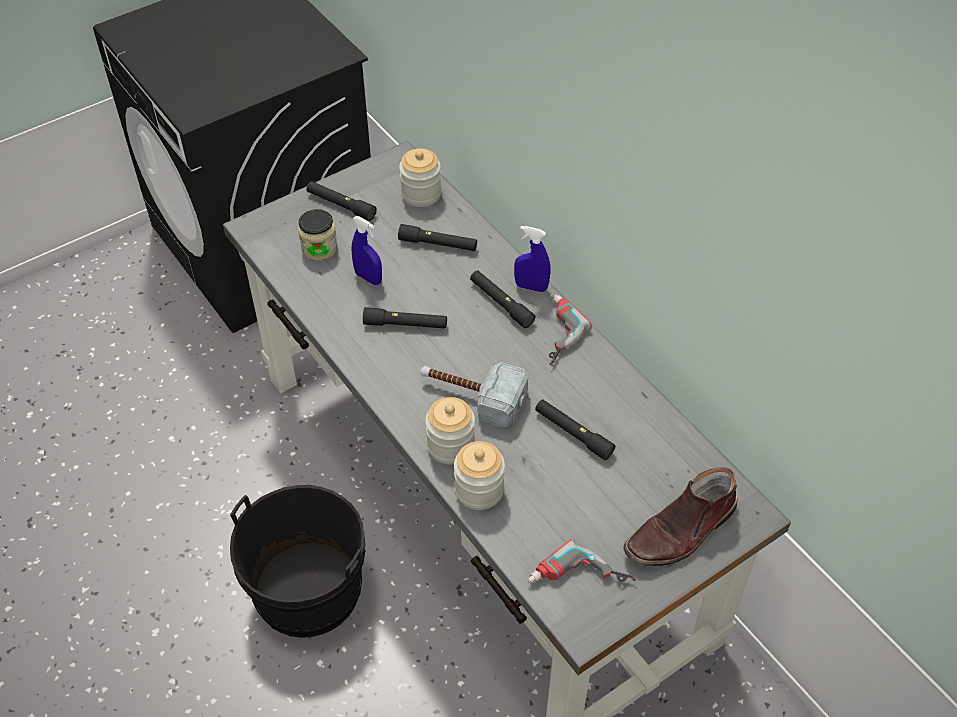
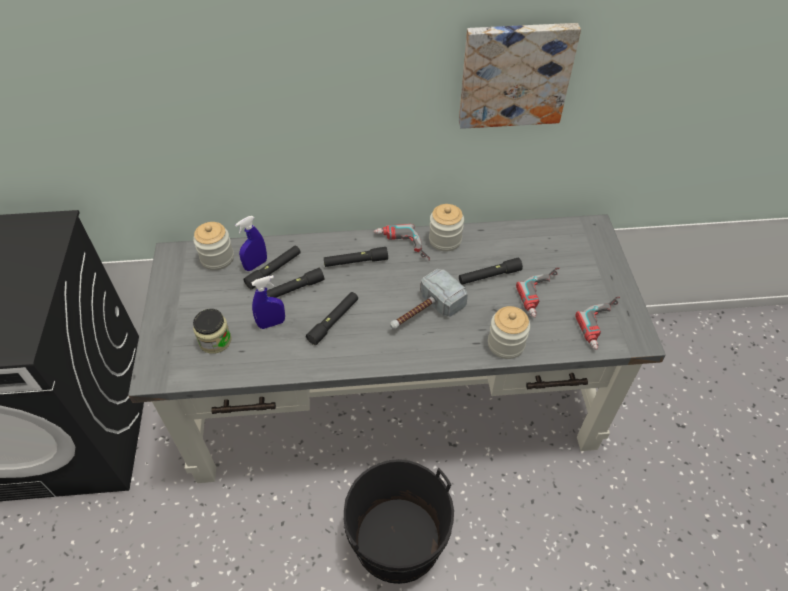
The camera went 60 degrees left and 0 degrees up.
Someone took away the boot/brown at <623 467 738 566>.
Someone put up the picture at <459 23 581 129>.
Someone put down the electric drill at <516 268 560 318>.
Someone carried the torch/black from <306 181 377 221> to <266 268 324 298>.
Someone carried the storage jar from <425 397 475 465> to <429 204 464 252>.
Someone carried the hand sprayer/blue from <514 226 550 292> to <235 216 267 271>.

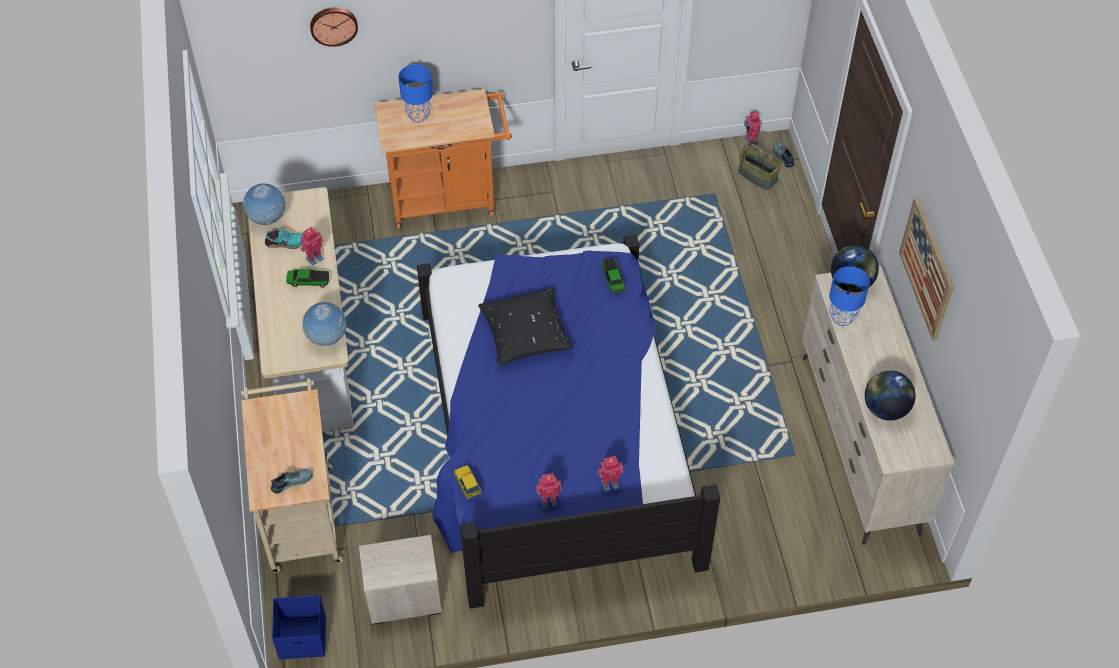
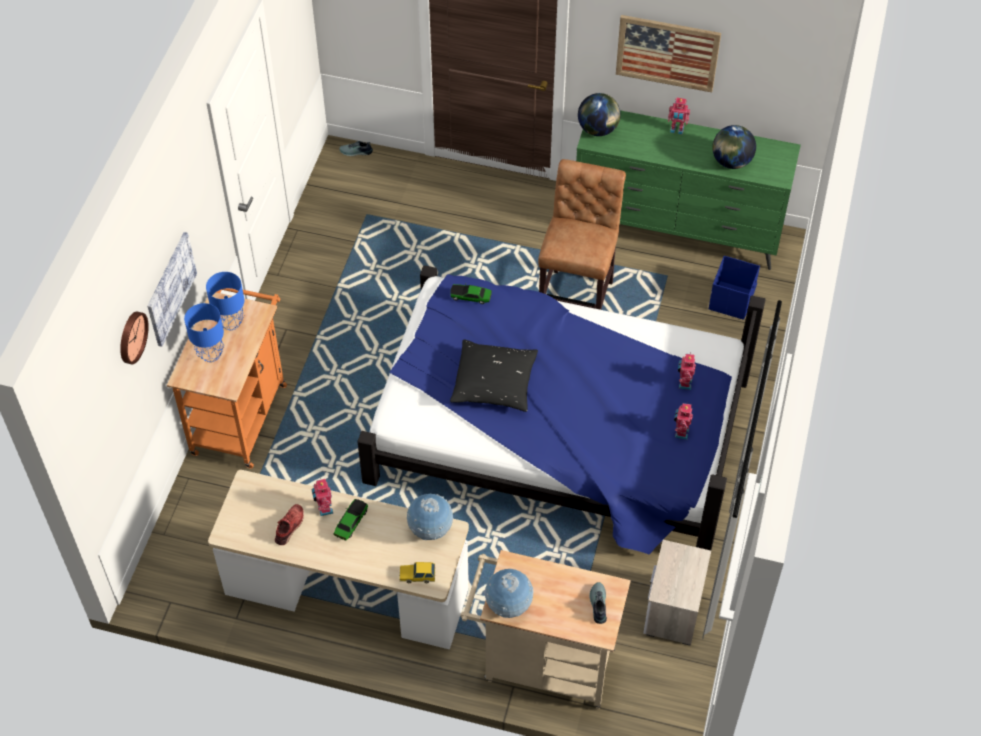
The camera went 65 degrees left and 0 degrees up.
Someone took away the basket at <738 131 781 190>.
Someone put up the picture at <147 232 197 347>.
Someone put down the stool/brown at <538 159 626 310>.
Someone carried the desk globe from <243 183 286 225> to <484 569 534 618>.
Someone carried the storage box/blue from <272 595 326 659> to <709 256 760 320>.
Someone carried the toy car from <454 465 482 499> to <400 562 435 583>.
Someone carried the toy robot from <744 110 761 146> to <668 98 690 135>.
Someone carried the tabletop lamp/blue from <829 266 870 326> to <206 272 245 330>.
Someone repainted the low shoe/turquoise at <265 229 303 249>, which became the low shoe/red at <275 504 304 545>.
Someone repainted the drawer chest/sand-coloured at <802 266 955 545>, which became the drawer chest/greenish at <576 110 801 270>.

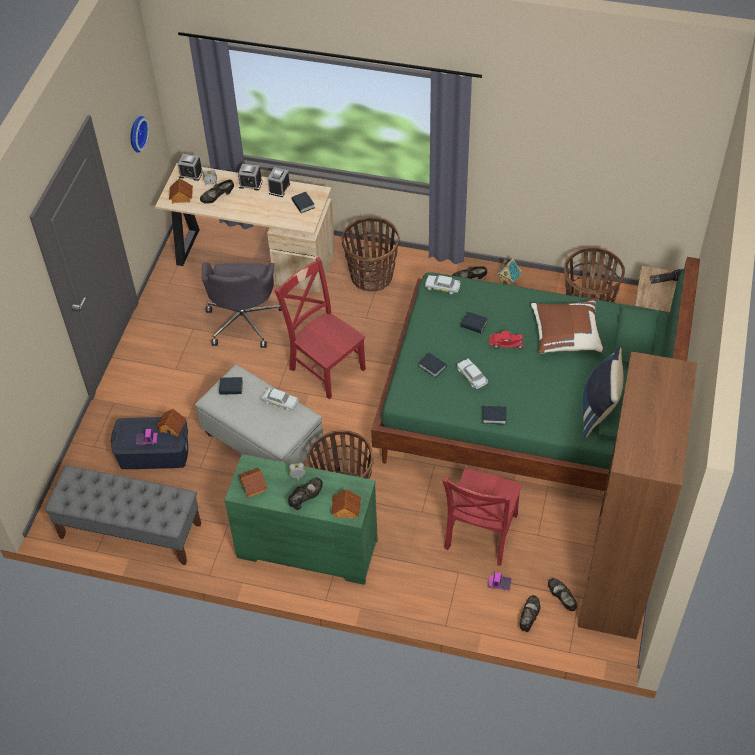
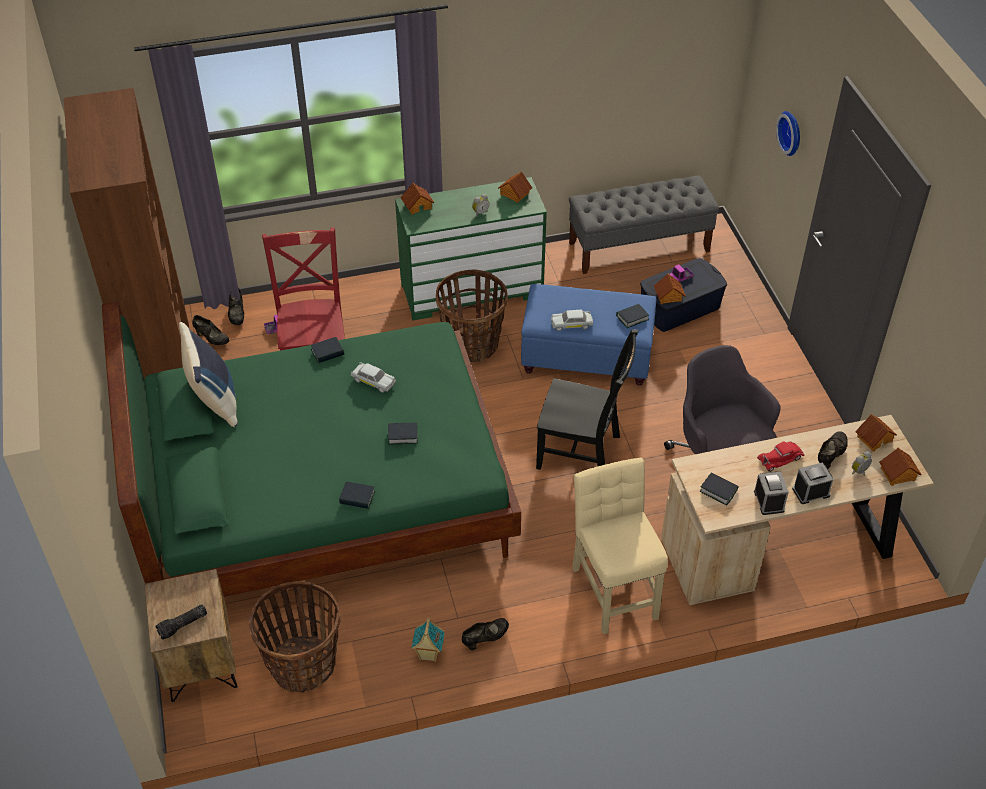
The camera went 150 degrees right and 5 degrees down.
Someone took away the low shoe/black at <288 478 323 510>.
Someone took away the toy car/whitish at <425 275 460 294>.
Someone took away the pillow/brown at <531 298 604 354>.
Someone carried the wall clock from <131 116 149 153> to <776 111 800 156>.
Someone carried the book from <418 353 447 378> to <339 482 375 509>.
Someone carried the toy car/red from <489 331 524 349> to <757 442 804 472>.
Someone swapped the table clock at <177 154 203 181> for the toy house at <879 448 922 486>.
Someone swapped the basket at <342 217 400 292> for the upright chair/sand-coloured at <572 458 668 634>.
Someone repainted the footrest/greyish at <195 364 323 464>, which became the footrest/blue at <521 284 656 386>.
Someone repainted the upright chair/red at <274 257 366 399>, which became the upright chair/black at <536 329 638 470>.

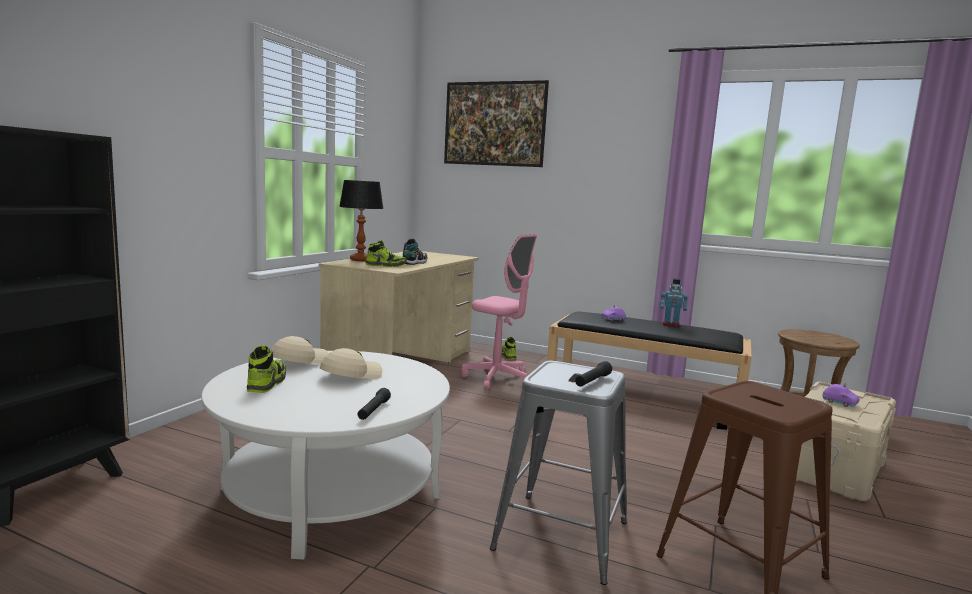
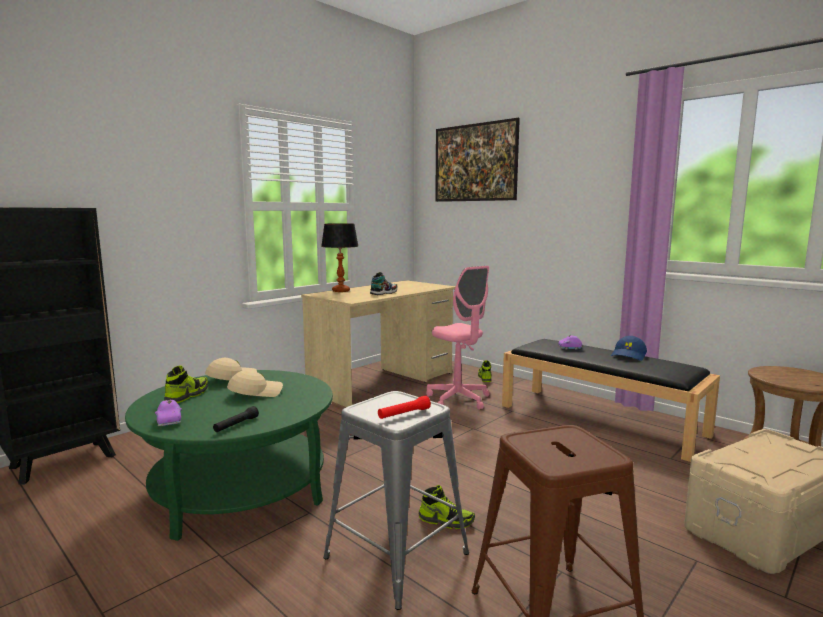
The camera went 20 degrees right and 0 degrees up.
Someone carried the low shoe from <365 240 407 267> to <419 485 475 529>.
Someone carried the toy car/purplish from <822 384 860 407> to <155 400 182 426>.
Someone swapped the toy robot at <660 279 688 327> for the cap/blue at <611 336 647 361>.
Someone repainted the lounge table/whitish at <202 351 450 559>, which became the lounge table/greenish at <125 370 333 541>.
Someone repainted the torch/black at <575 361 612 387>, which became the torch/red at <378 395 431 419>.

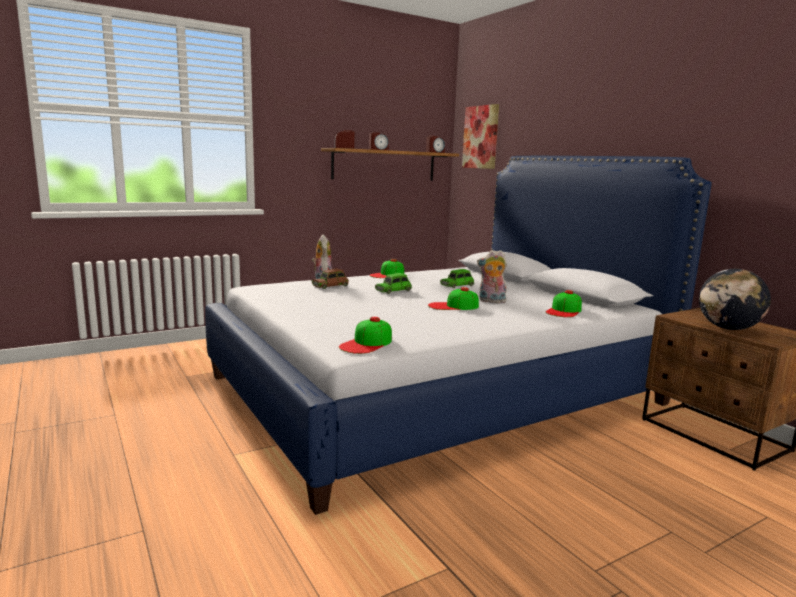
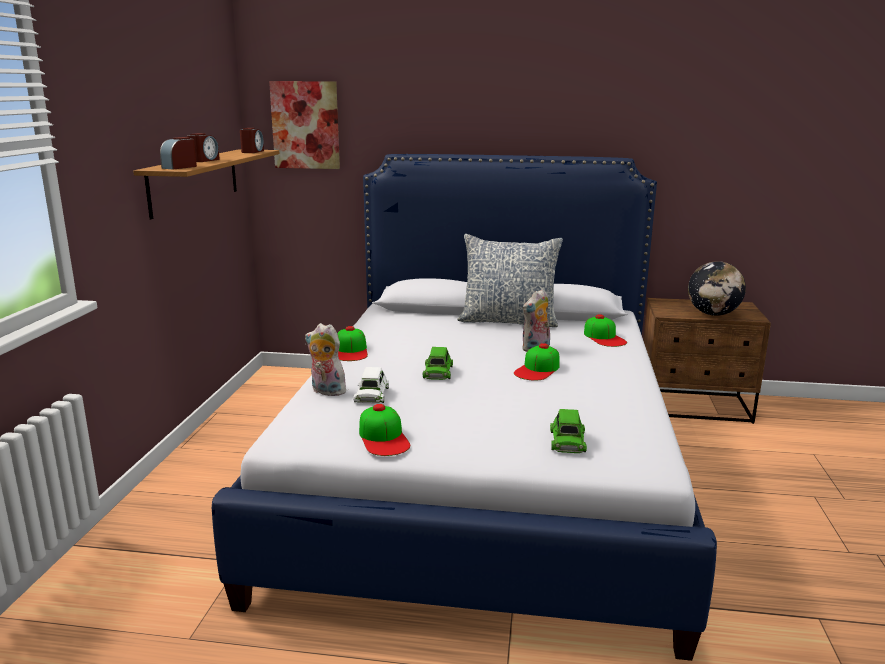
The camera went 50 degrees left and 5 degrees up.
Someone put down the pillow at <457 234 563 327>.
Someone carried the cap from <339 317 392 354> to <359 404 410 456>.
Someone carried the toy car/greenish from <440 269 474 288> to <550 409 587 453>.
Someone repainted the toy car/brown at <312 268 349 289>, which became the toy car/whitish at <353 367 389 404>.

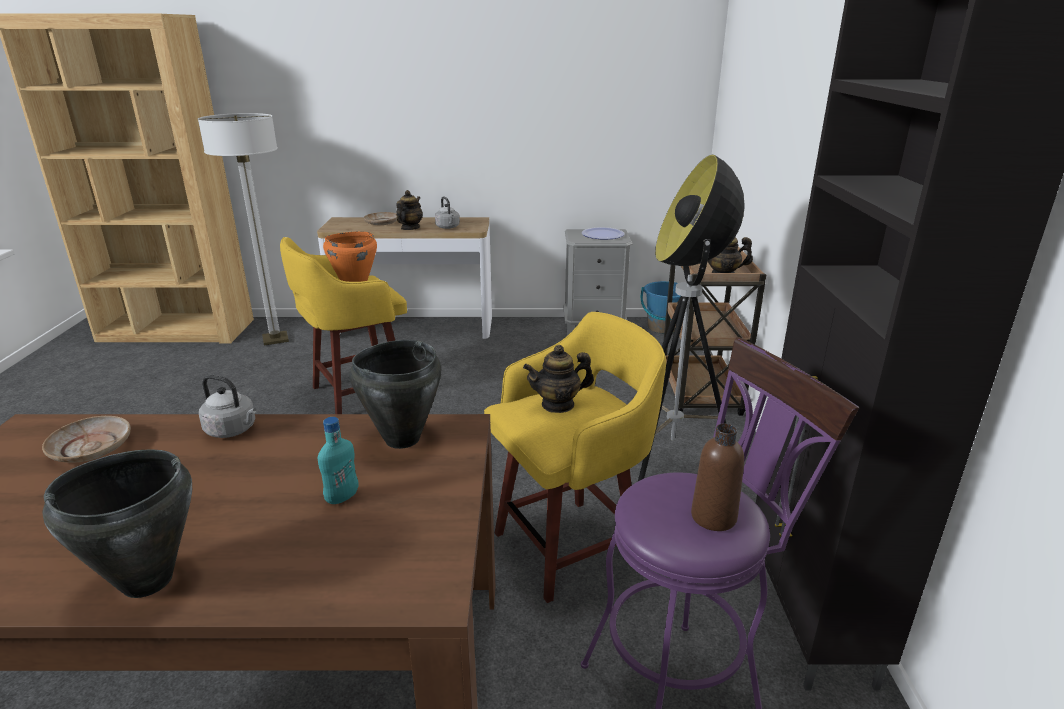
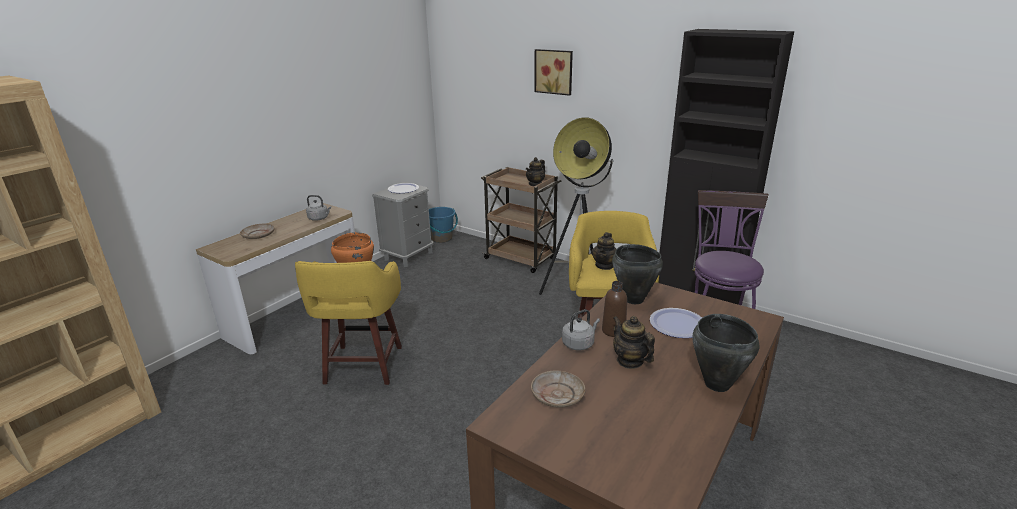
The camera went 55 degrees left and 0 degrees up.
Someone took away the standard lamp at <198 113 289 346>.
Someone put up the picture at <534 49 573 96>.
Someone carried the teapot from <396 190 423 230> to <613 316 655 369>.
Someone carried the bottle/brown from <691 423 744 531> to <602 281 627 337>.
Someone swapped the bottle/turquoise at <318 417 359 504> for the dinner plate at <650 308 702 338>.

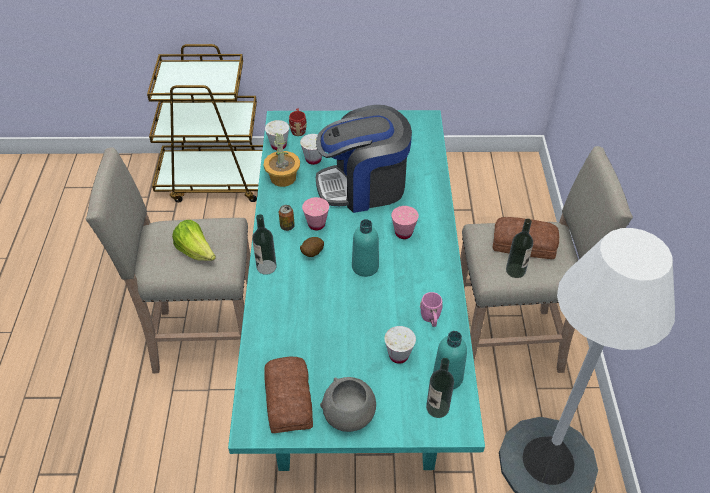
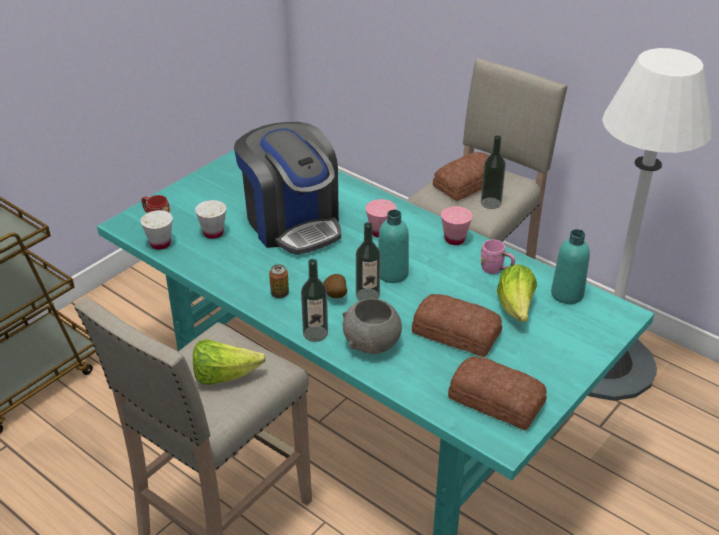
The camera went 50 degrees left and 10 degrees down.
Someone took away the potted plant at <264 133 300 187>.
Someone put down the bakery bread at <412 294 502 357>.
Someone carried the small cup/pink from <302 197 329 230> to <441 206 472 245>.
Someone carried the bowl/greyish from <320 377 376 432> to <343 298 402 354>.
Someone carried the bottle from <426 358 454 418> to <356 222 381 301>.
Someone swapped the small cup/whitish at <384 326 416 364> for the head of lettuce at <497 264 537 322>.
Someone rotated the coffee machine at <316 105 412 213> by 60 degrees counterclockwise.

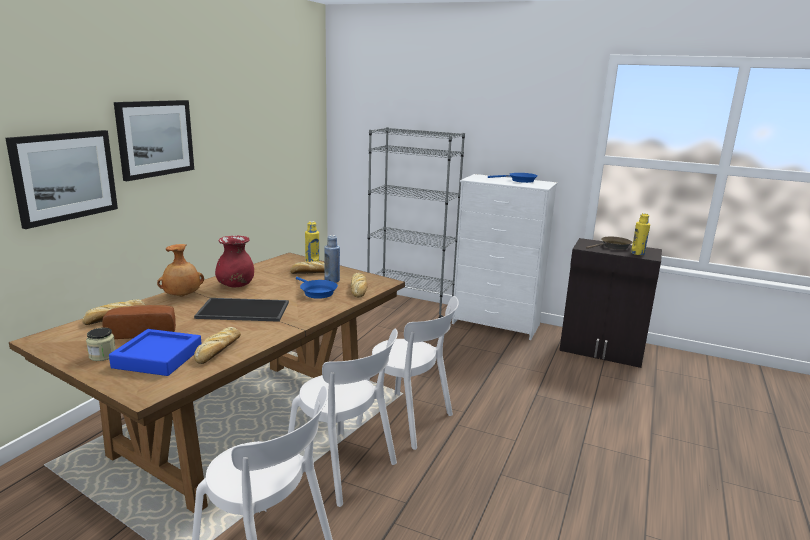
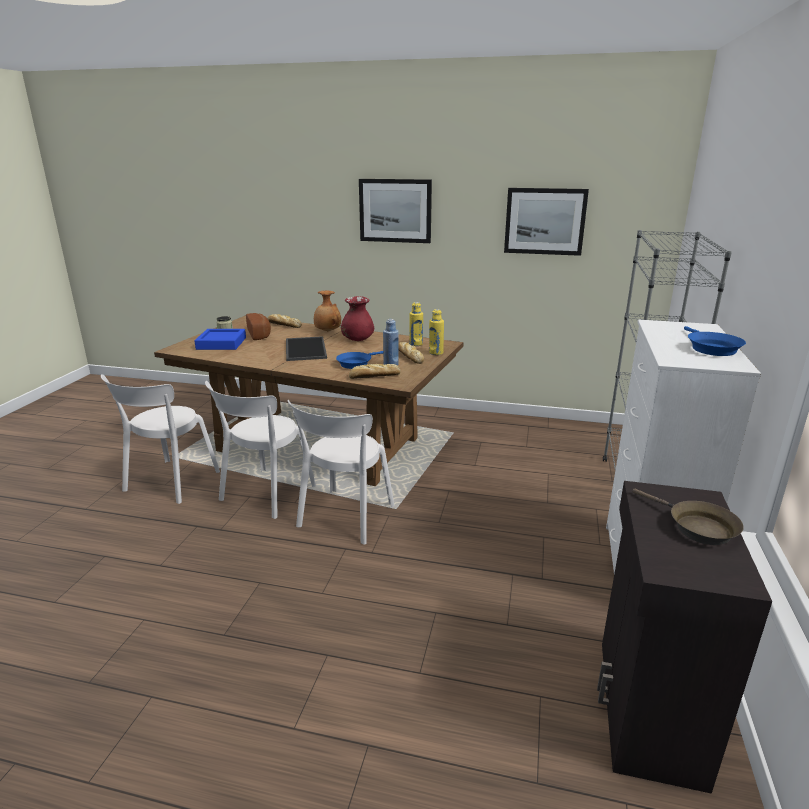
The camera went 80 degrees right and 5 degrees up.
Someone took away the bakery bread at <194 327 241 364>.
Someone carried the picture from <5 130 118 229> to <504 188 589 256>.
Someone carried the bottle/yellow-coloured from <631 213 650 255> to <409 302 423 346>.

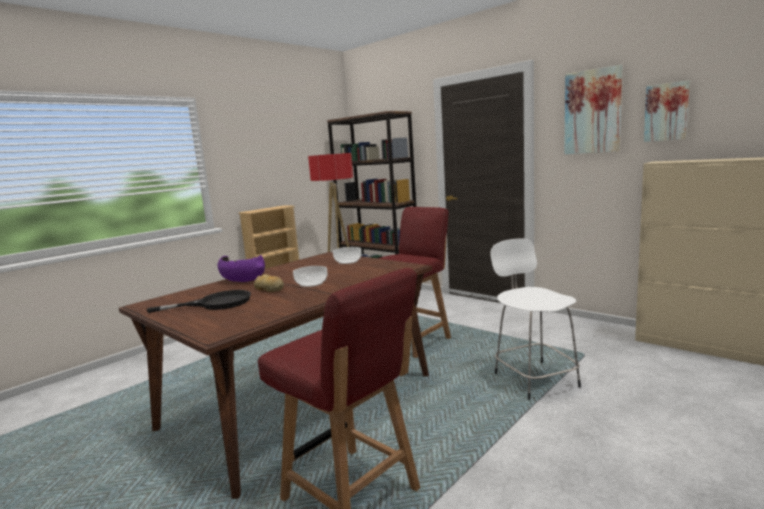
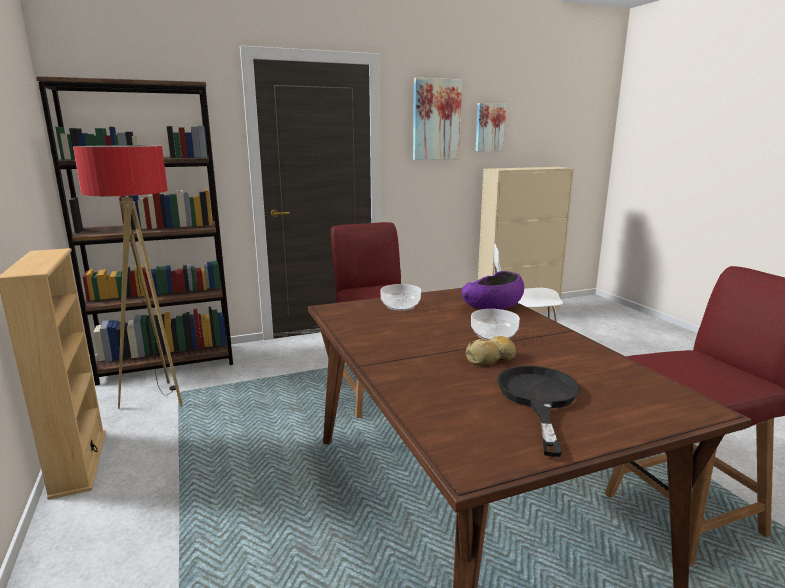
The camera went 65 degrees left and 5 degrees up.
Someone carried the bowl/purplish from <217 255 265 282> to <462 271 524 310>.

